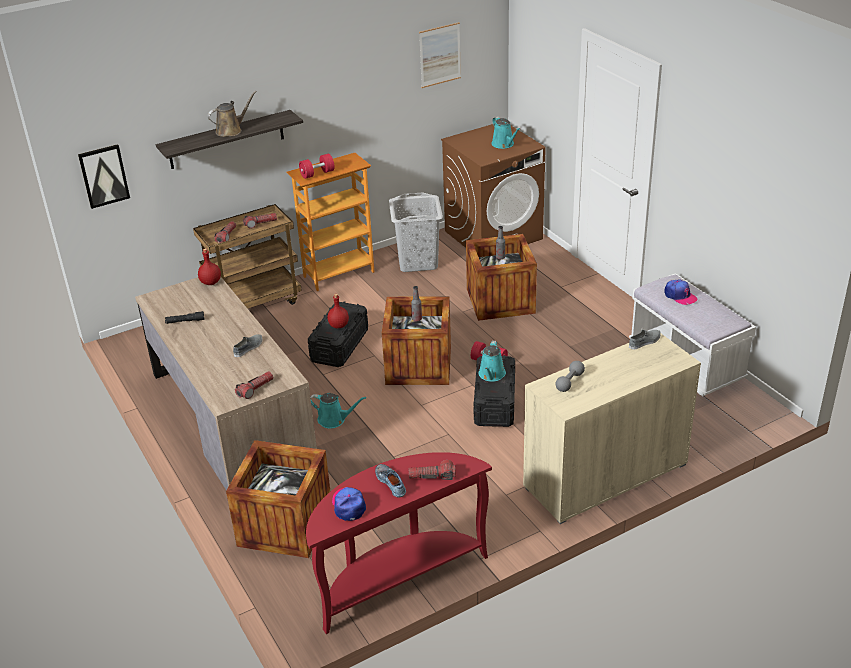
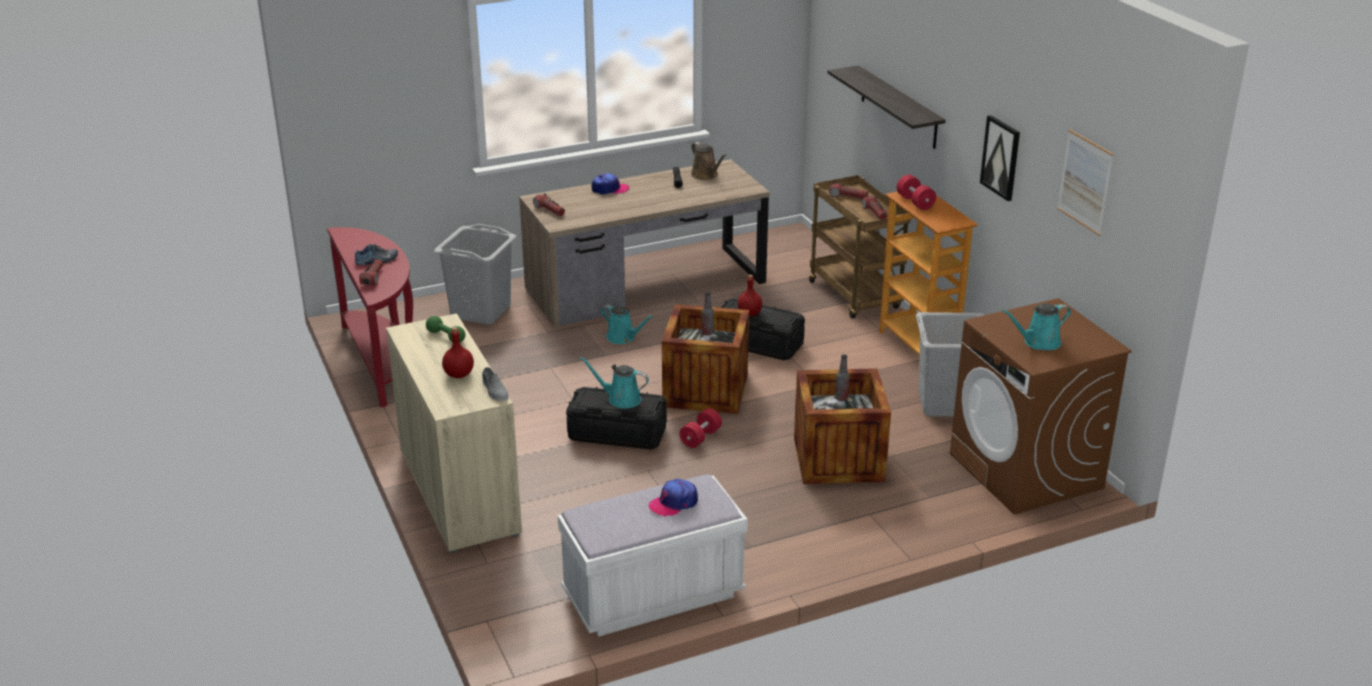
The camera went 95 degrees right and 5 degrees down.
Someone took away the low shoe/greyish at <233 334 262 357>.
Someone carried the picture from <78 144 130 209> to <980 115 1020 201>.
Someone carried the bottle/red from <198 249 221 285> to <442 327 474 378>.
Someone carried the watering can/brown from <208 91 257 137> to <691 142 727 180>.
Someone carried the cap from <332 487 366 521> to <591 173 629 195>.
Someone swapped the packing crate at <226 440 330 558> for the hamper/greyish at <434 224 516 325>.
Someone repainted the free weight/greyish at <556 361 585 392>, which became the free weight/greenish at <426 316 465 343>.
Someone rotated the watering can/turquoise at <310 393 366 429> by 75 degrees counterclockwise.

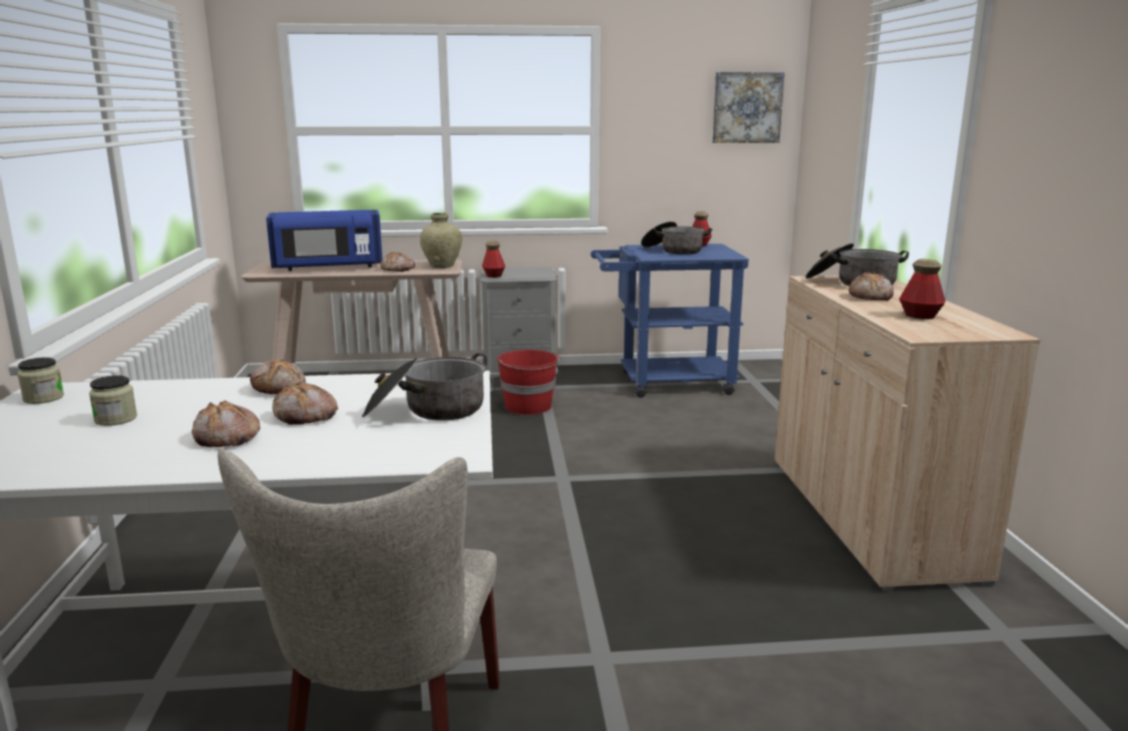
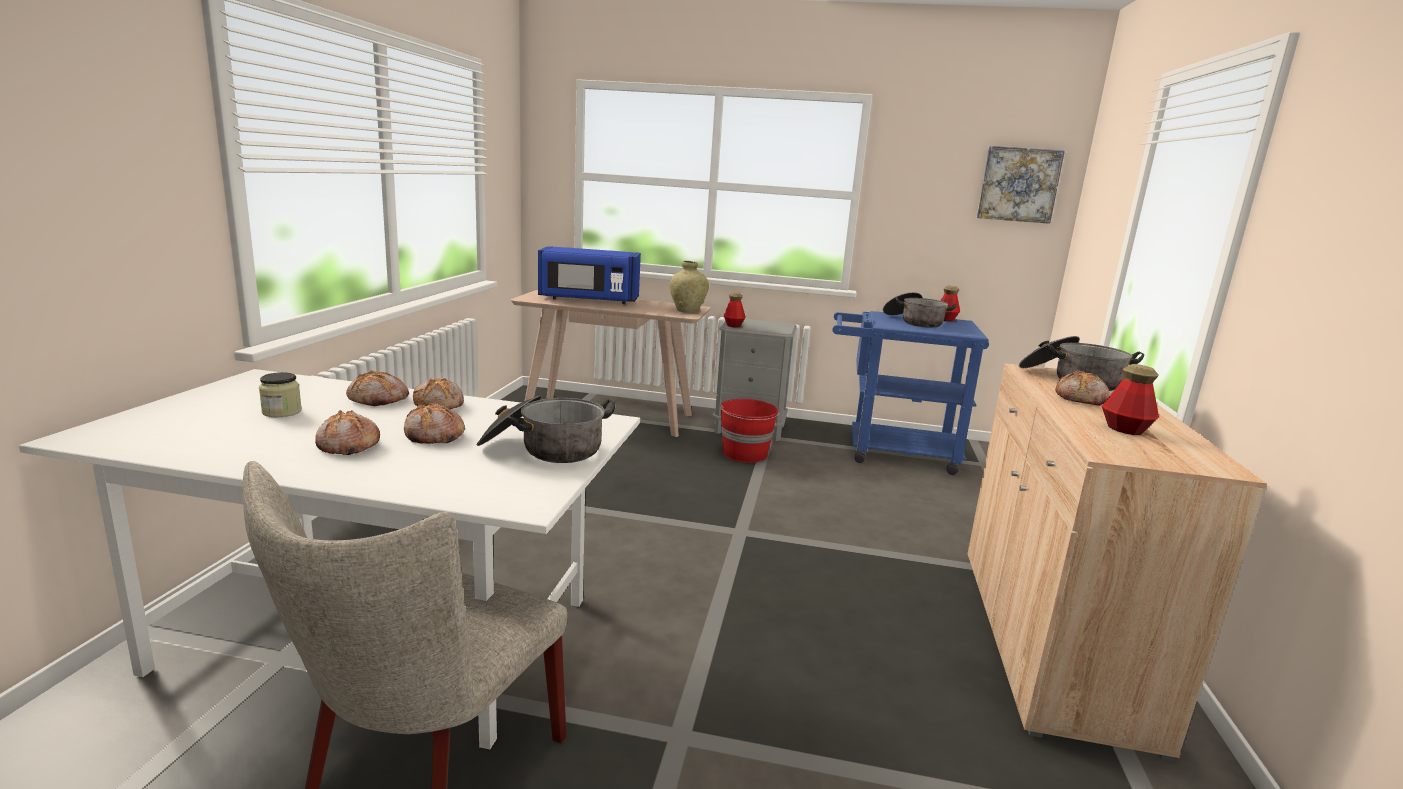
The camera went 15 degrees right and 0 degrees up.
Someone took away the storage jar at <17 357 64 404>.
Someone carried the bakery bread from <380 252 415 272> to <346 370 409 406>.

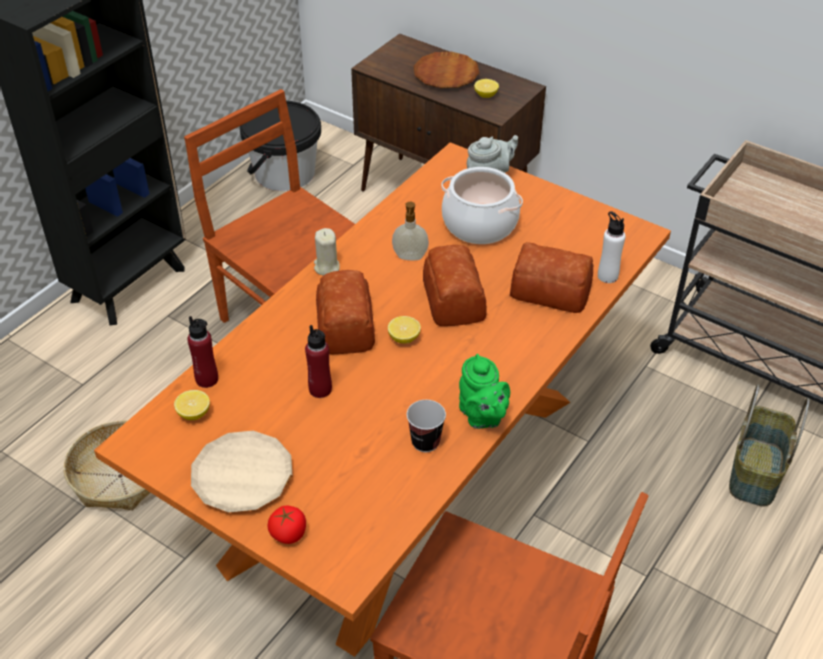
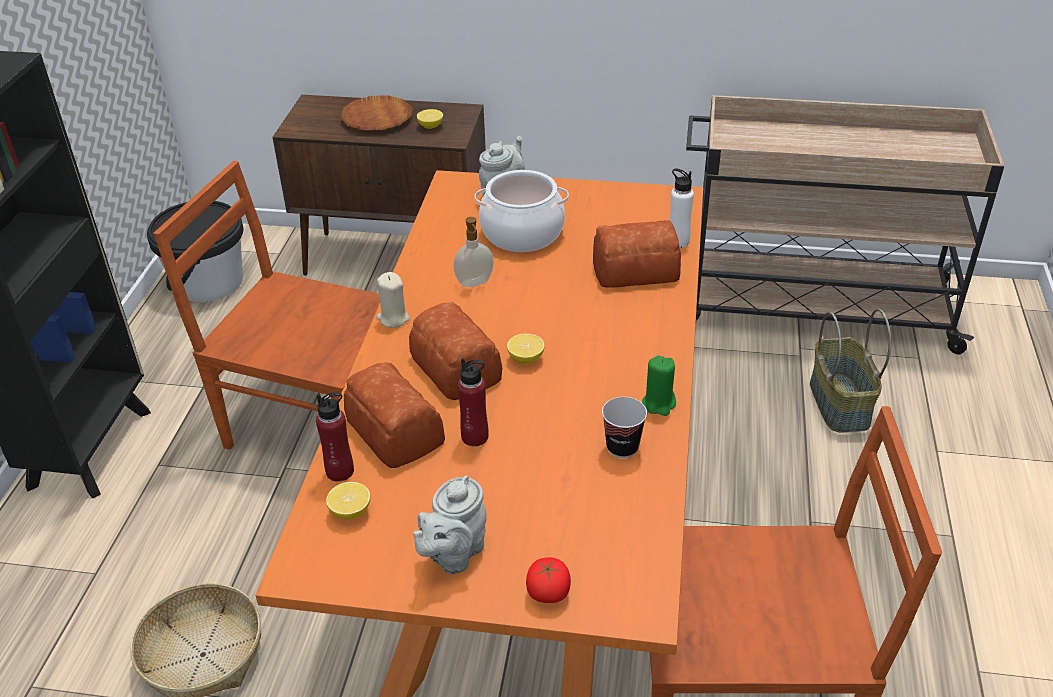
The camera went 25 degrees left and 5 degrees down.
Someone carried the bakery bread from <423 245 487 326> to <344 362 445 468>.
Someone swapped the dinner plate/sand-coloured at <191 431 293 512> for the teapot/greyish at <413 475 487 574>.
Someone swapped the teapot/greenish at <459 354 510 429> for the wax light/greenish at <642 356 676 416>.

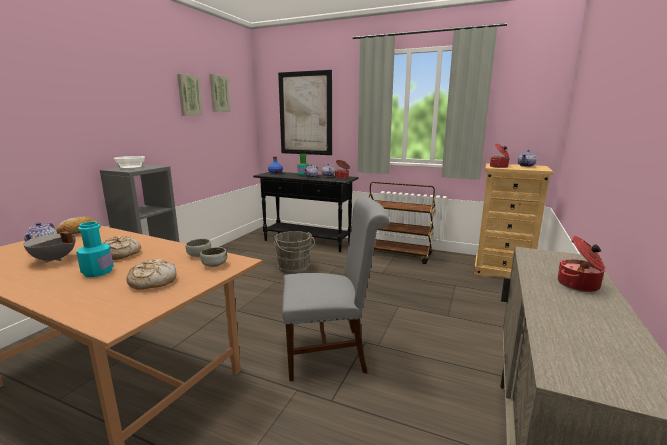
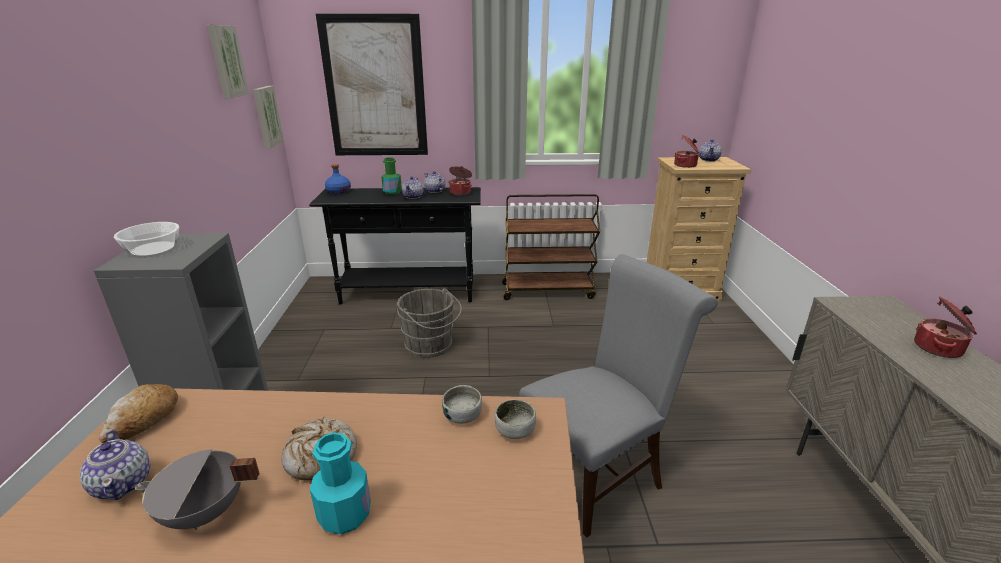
The camera went 25 degrees left and 10 degrees up.
Someone took away the bakery bread at <126 258 177 290>.
Someone carried the picture from <177 74 203 116> to <253 86 284 149>.

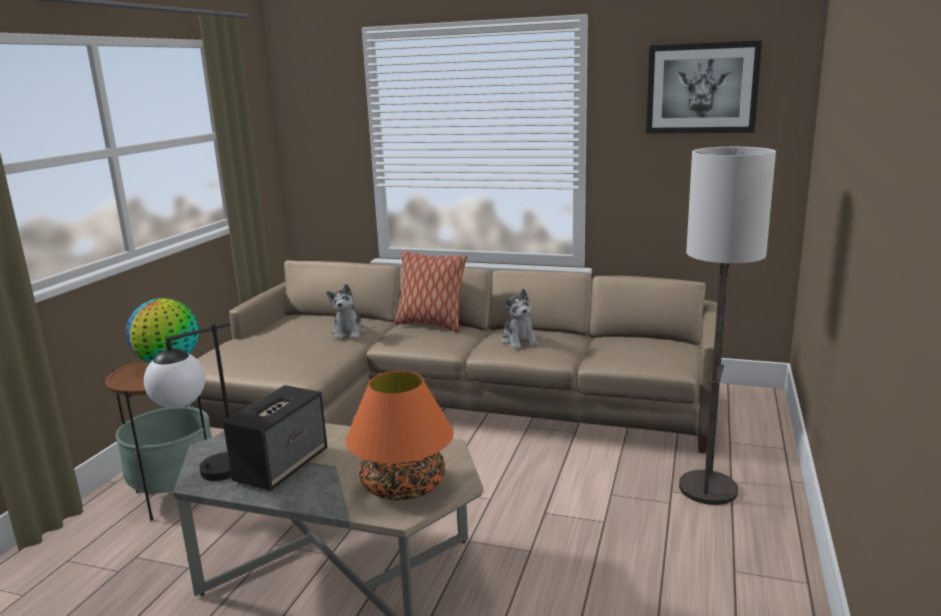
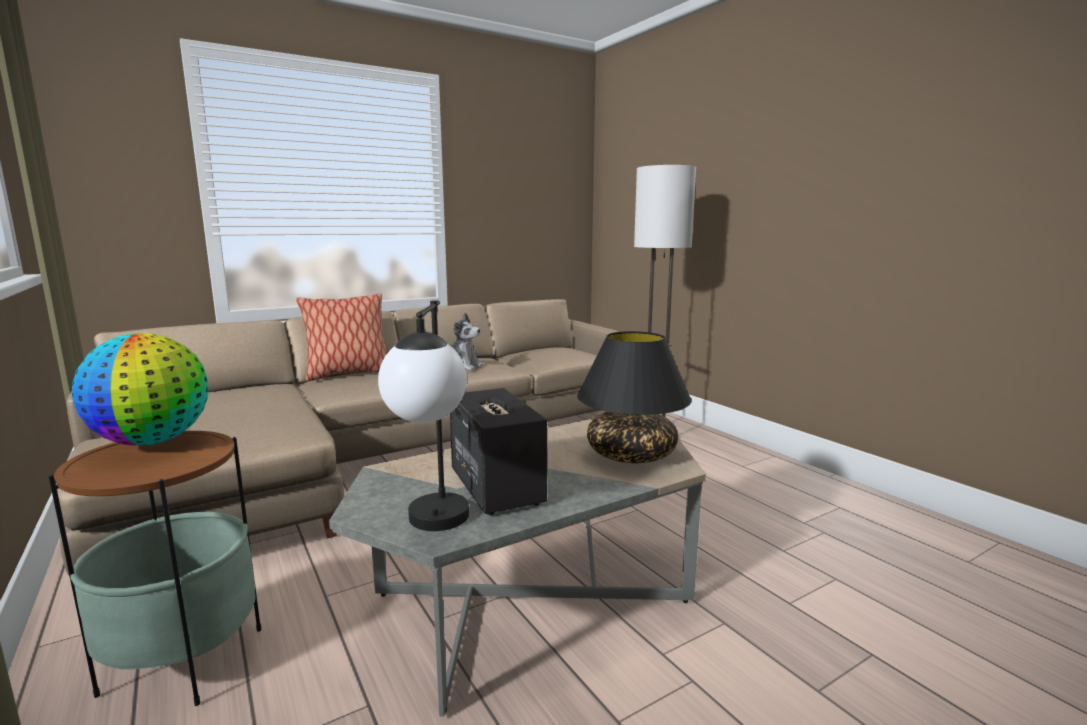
The camera went 50 degrees left and 5 degrees down.
Someone took away the cuddly toy at <327 284 366 340>.
Someone took away the picture at <646 41 762 134>.
Someone repainted the tabletop lamp/orangey at <346 371 454 500>, which became the tabletop lamp/black at <577 331 692 463>.

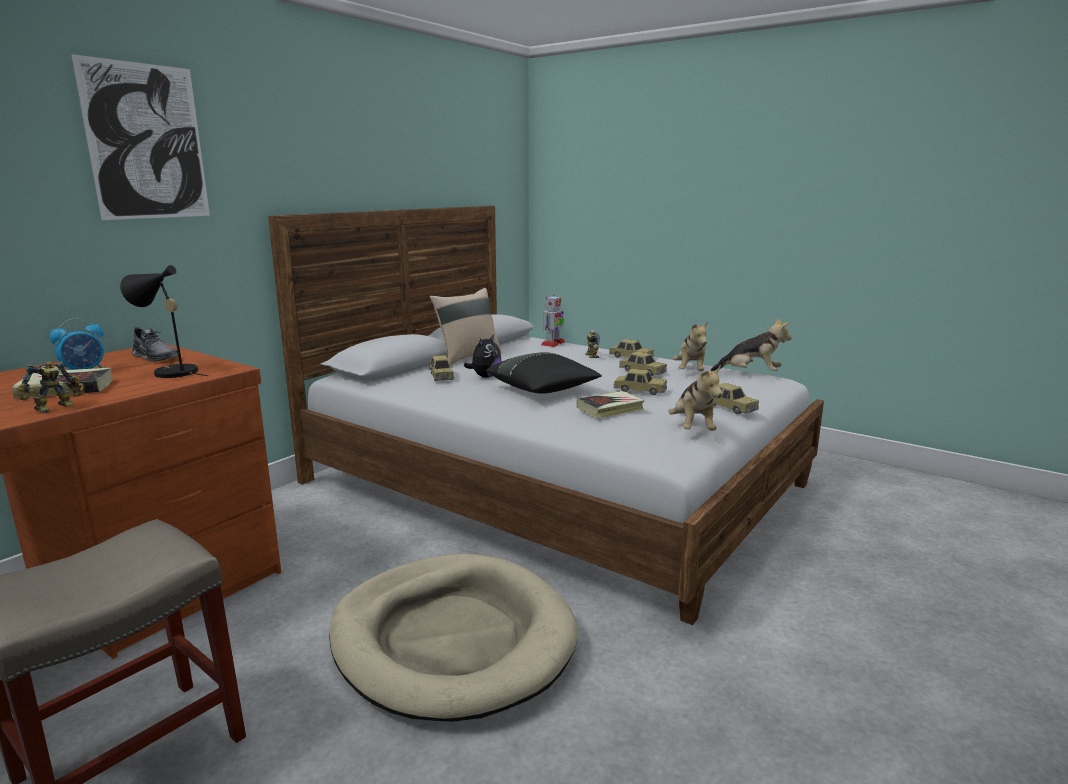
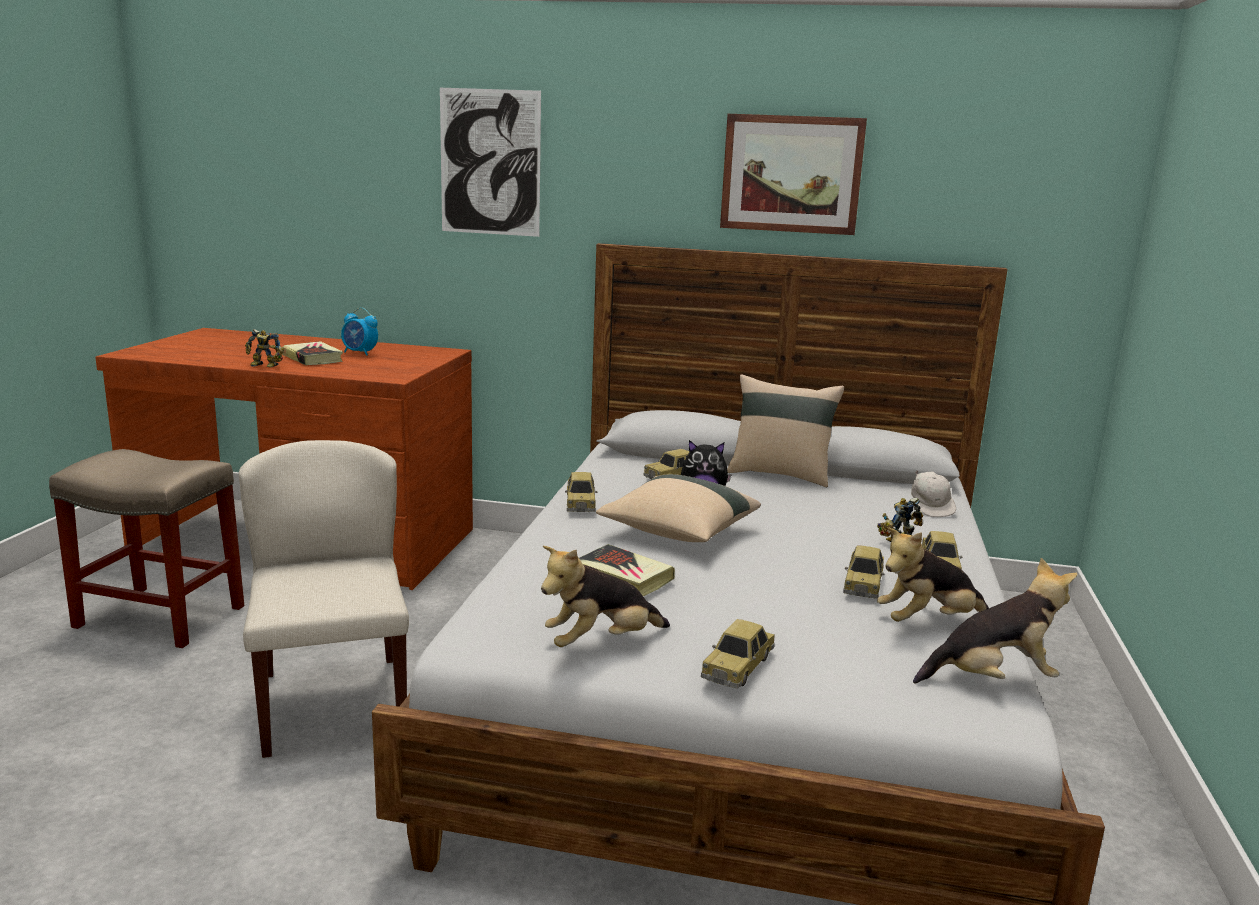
The camera went 65 degrees right and 0 degrees up.
Someone took away the tabletop lamp/black at <120 265 208 378>.
Someone took away the low shoe/greyish at <132 327 178 362>.
Someone put up the picture at <720 114 867 235>.
Someone carried the toy car from <613 369 667 395> to <565 472 597 512>.
Someone swapped the dog bed/sand-coloured at <329 554 578 722> for the upright chair/sand-coloured at <239 440 409 758>.
Someone swapped the toy robot at <541 295 565 347> for the cap/whitish at <911 470 956 517>.
Someone repainted the pillow/black at <486 352 602 394>, which became the pillow/sand-coloured at <596 474 761 542>.
Someone rotated the cuddly toy at <710 318 792 371> by 90 degrees counterclockwise.

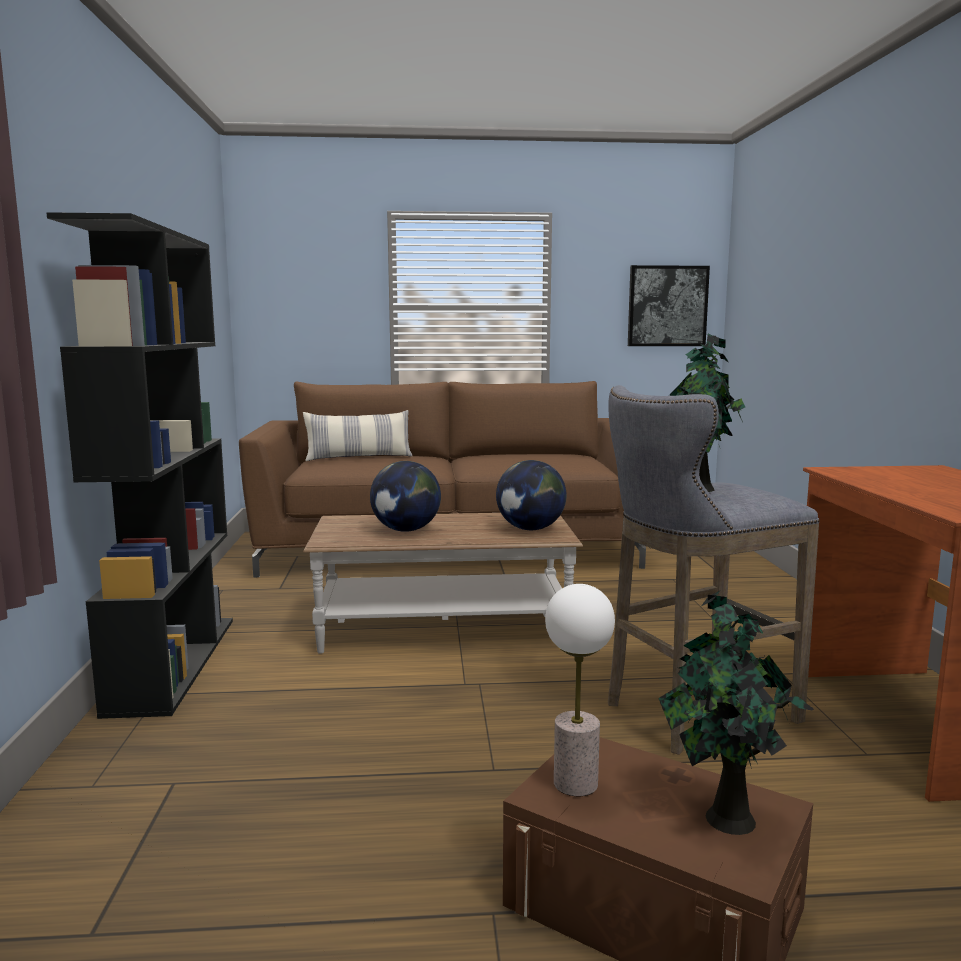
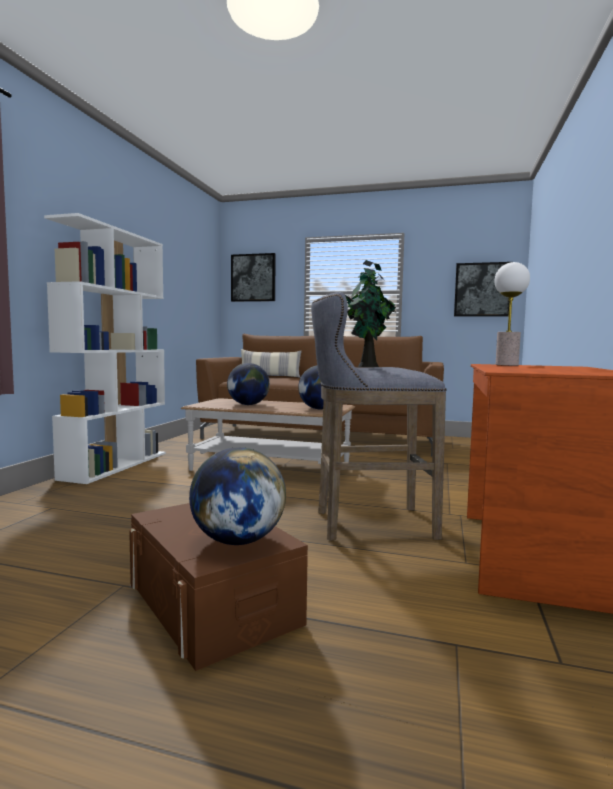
The camera went 20 degrees right and 5 degrees down.
Someone put up the picture at <231 253 276 302>.
Someone carried the tabletop lamp from <545 584 615 796> to <494 262 530 366>.
Someone swapped the potted plant at <658 591 814 835> for the desk globe at <189 447 286 545>.
Someone repainted the bookcase/black at <46 212 233 719>, which became the bookcase/whitish at <44 213 166 484>.

